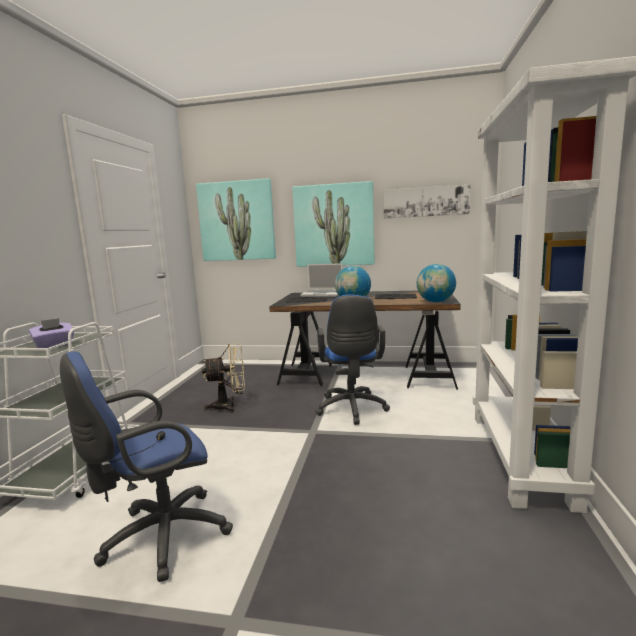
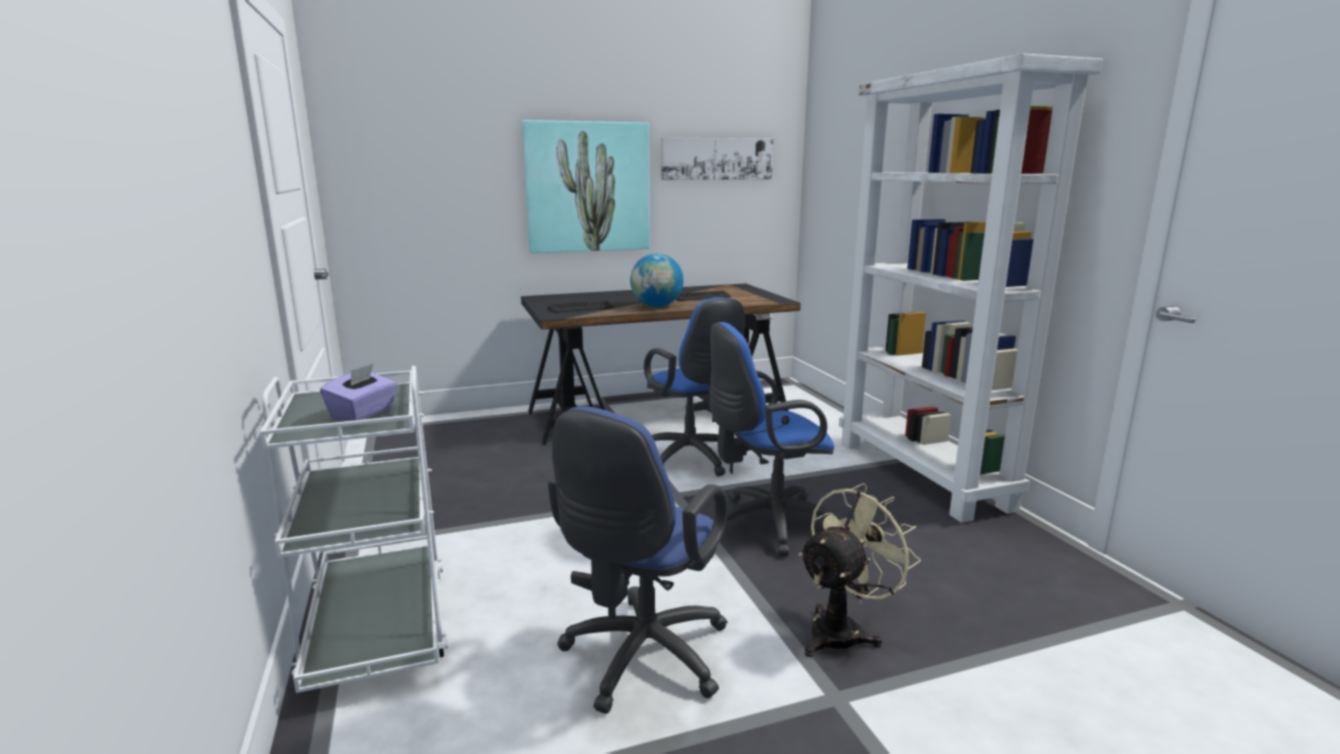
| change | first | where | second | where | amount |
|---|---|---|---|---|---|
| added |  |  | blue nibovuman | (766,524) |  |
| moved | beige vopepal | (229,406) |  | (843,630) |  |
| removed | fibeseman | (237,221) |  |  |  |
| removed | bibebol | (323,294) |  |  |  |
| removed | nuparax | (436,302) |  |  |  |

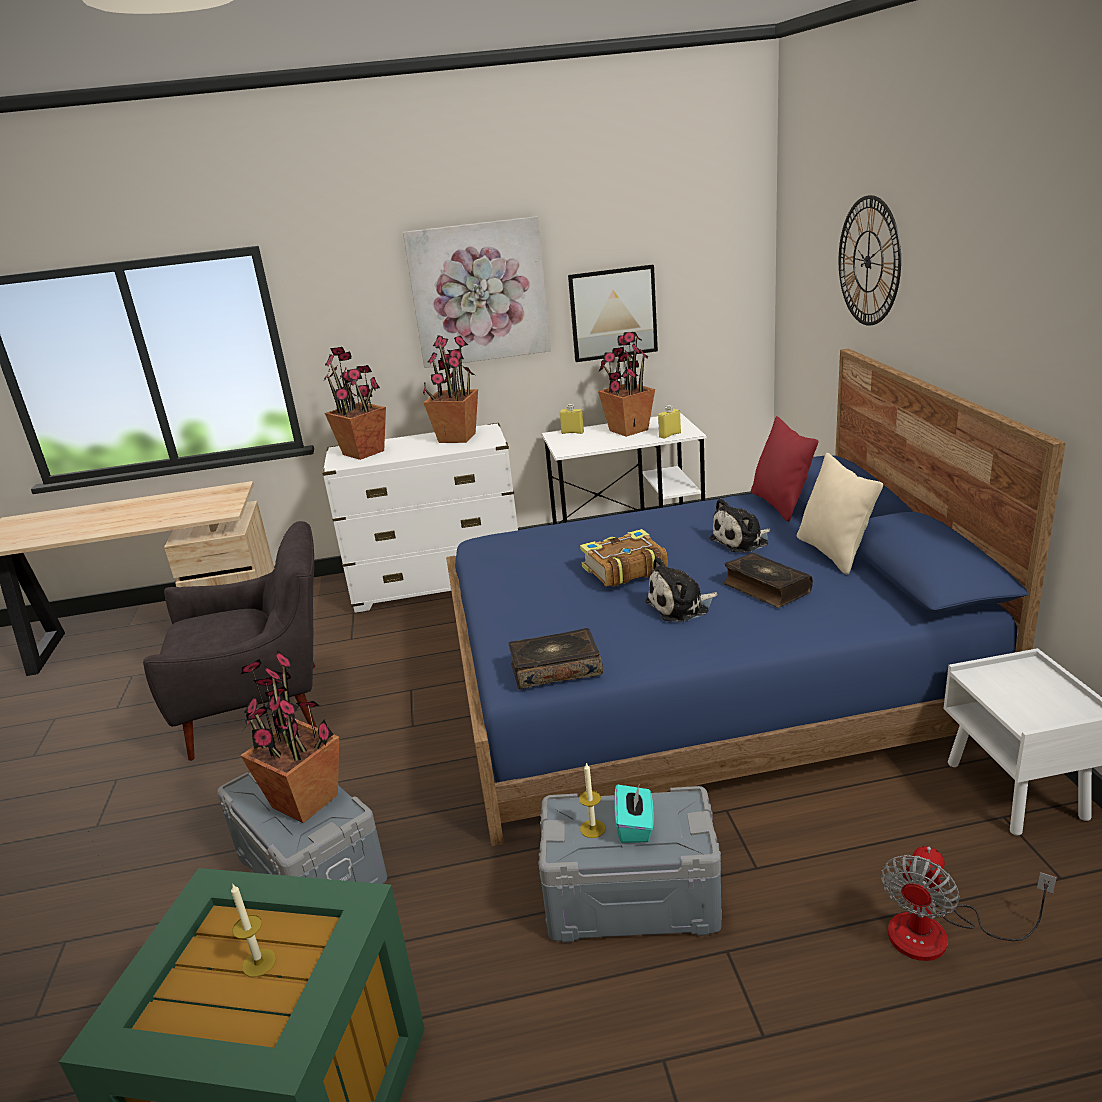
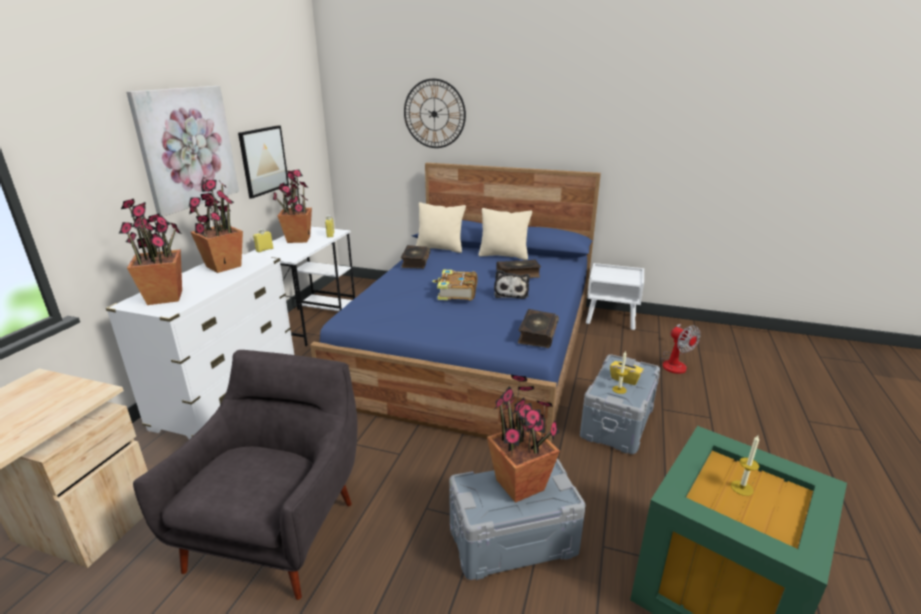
| change | first | where | second | where | amount |
|---|---|---|---|---|---|
| added |  |  | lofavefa | (415,262) |  |
| recoloured | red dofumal | (780,504) | beige dofumal | (440,248) |  |
| recoloured | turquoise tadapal | (635,827) | yellow tadapal | (625,379) |  |
| removed | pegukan | (742,541) |  |  |  |

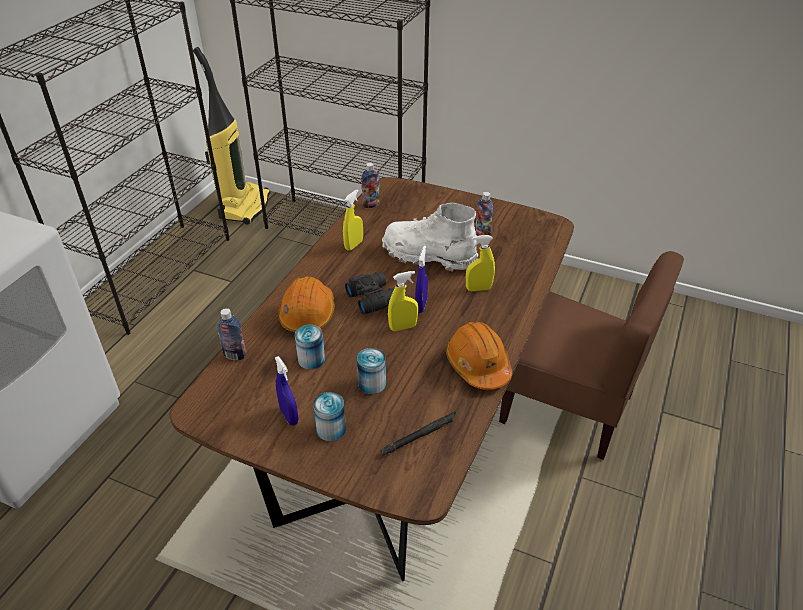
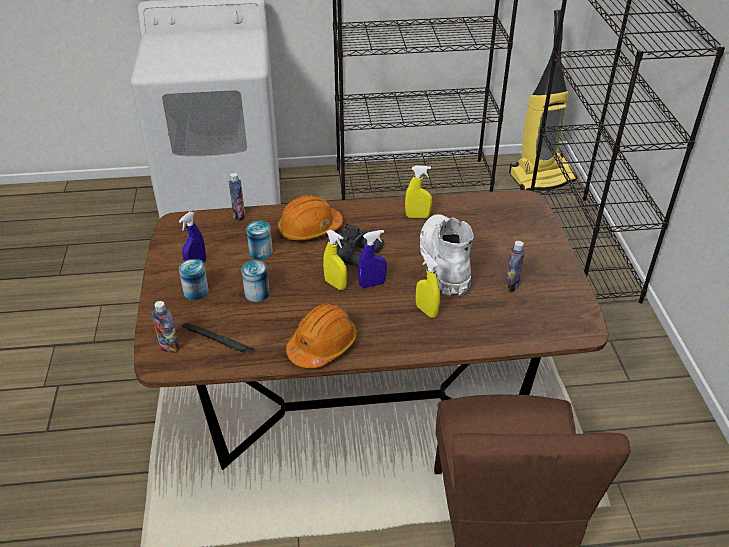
| change | first | where | second | where | amount |
|---|---|---|---|---|---|
| moved | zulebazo | (371,205) |  | (169,347) |  |

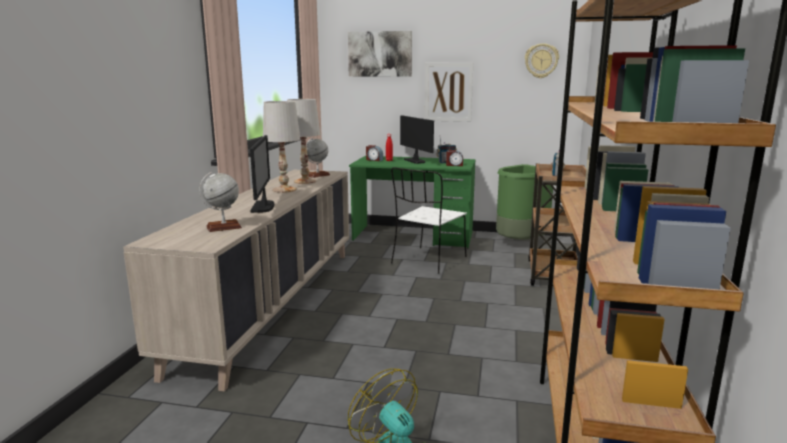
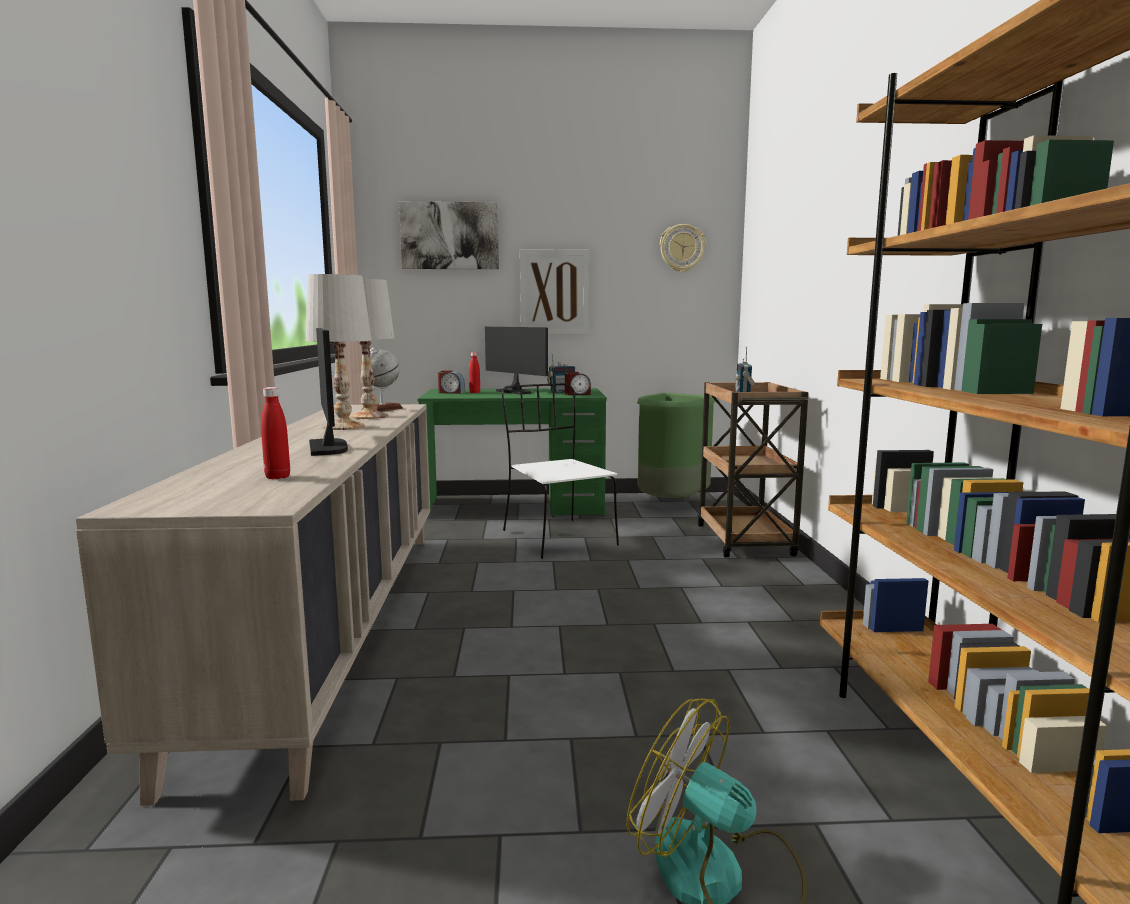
| change | first | where | second | where | amount |
|---|---|---|---|---|---|
| replaced | nuparax | (223,227) | red zulebazo | (277,477) |  |
| turned | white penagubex | (428,261) |  | (557,537) | 135 degrees clockwise |

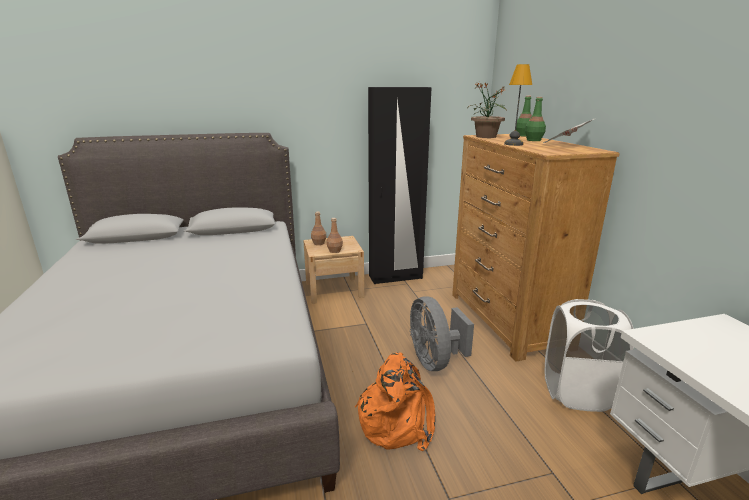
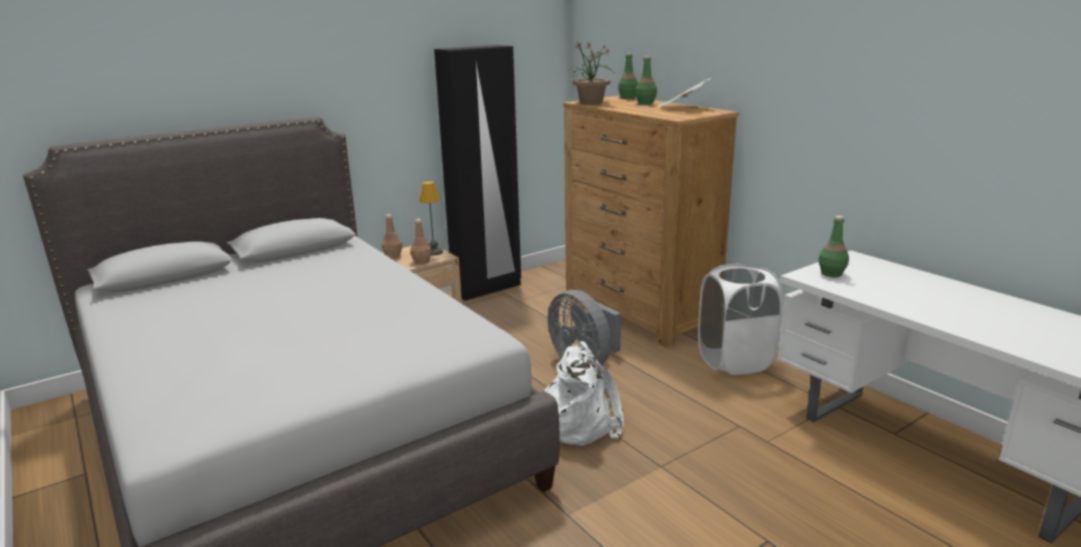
| change | first | where | second | where | amount |
|---|---|---|---|---|---|
| moved | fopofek | (514,144) |  | (434,252) |  |
| recoloured | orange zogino | (397,421) | white zogino | (578,422) |  |
| added |  |  | green zulebazo | (831,273) |  |

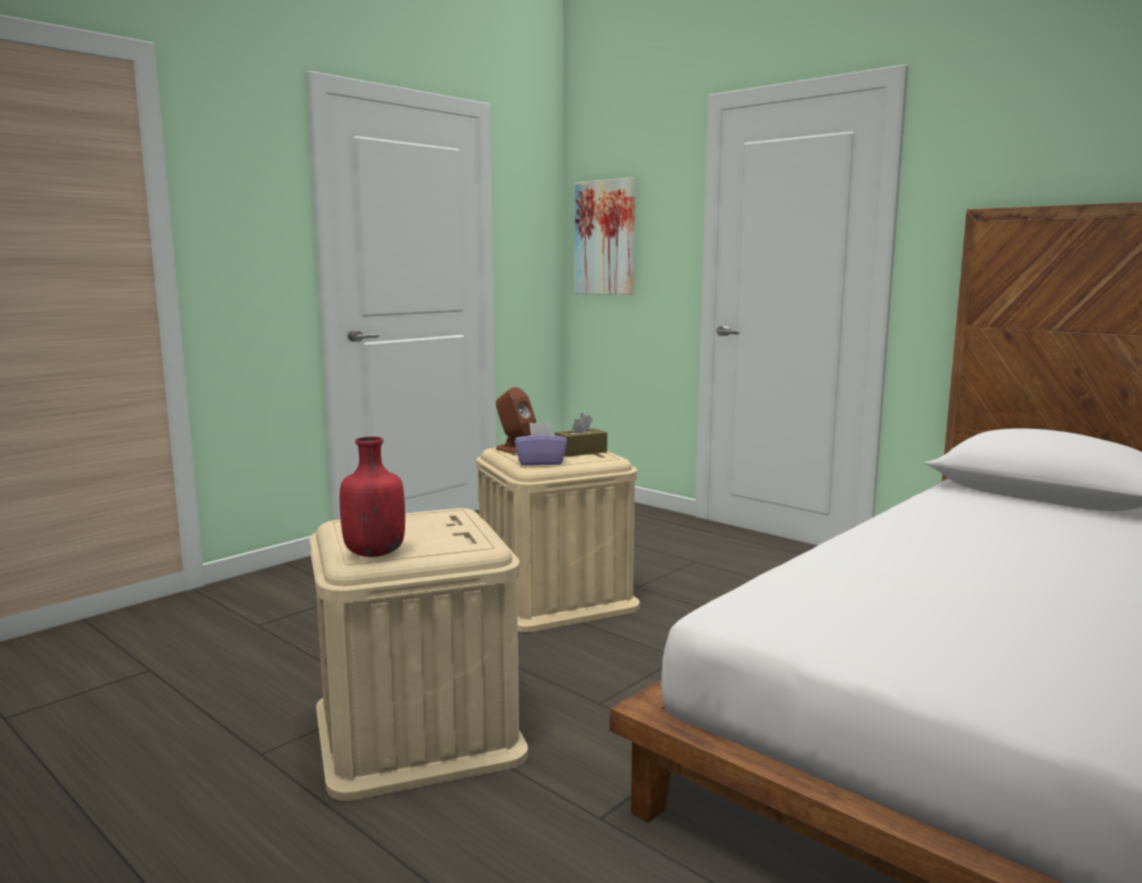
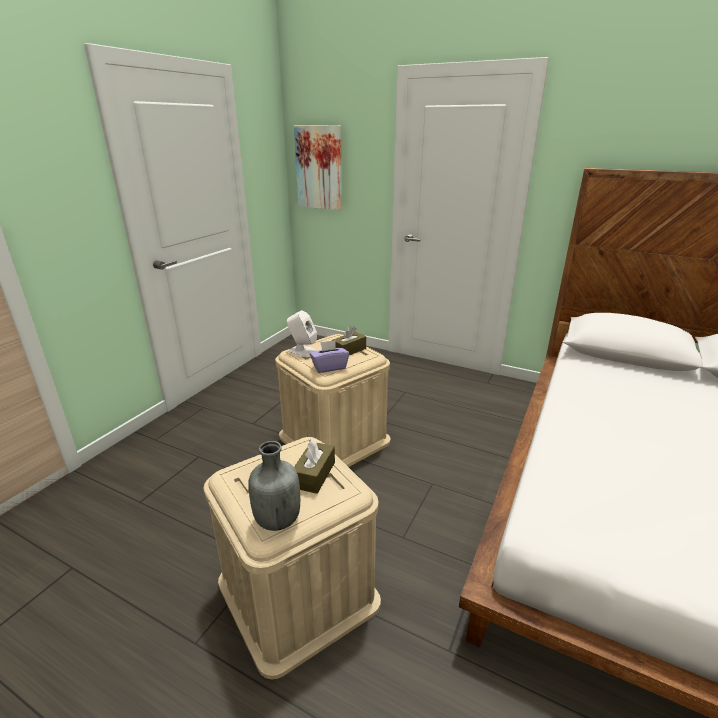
| change | first | where | second | where | amount |
|---|---|---|---|---|---|
| recoloured | red zulebazo | (374,553) | grey zulebazo | (277,519) |  |
| recoloured | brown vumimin | (514,449) | white vumimin | (302,351) |  |
| added |  |  | brown tadapal | (314,475) |  |

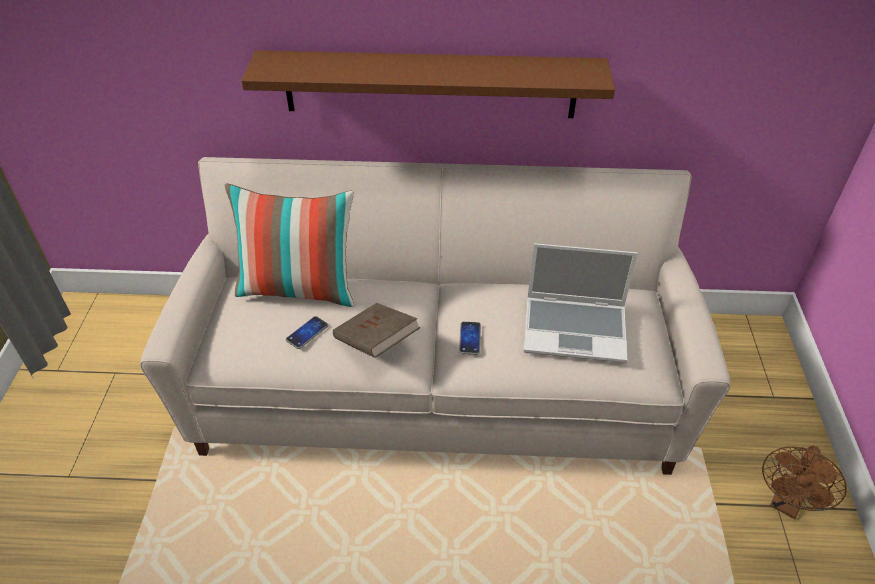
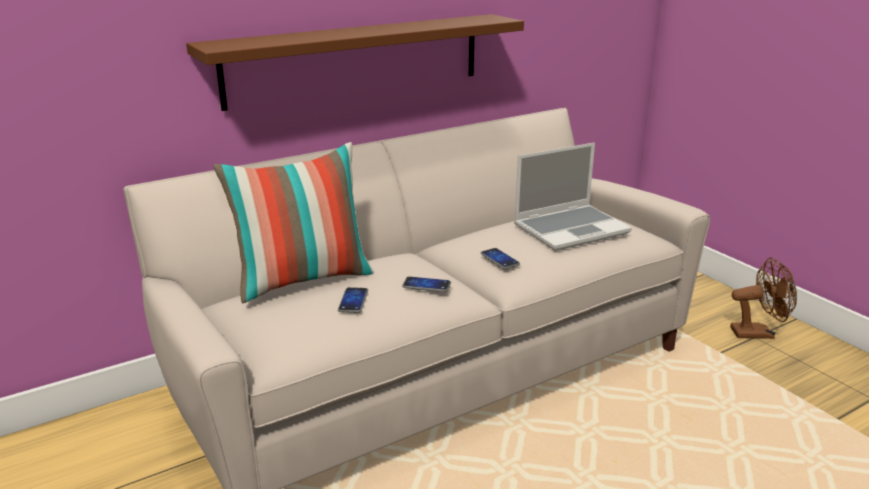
| change | first | where | second | where | amount |
|---|---|---|---|---|---|
| replaced | brown lofavefa | (376,342) | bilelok | (426,285) |  |
| turned | brown vopepal | (786,503) |  | (758,333) | 90 degrees counterclockwise |

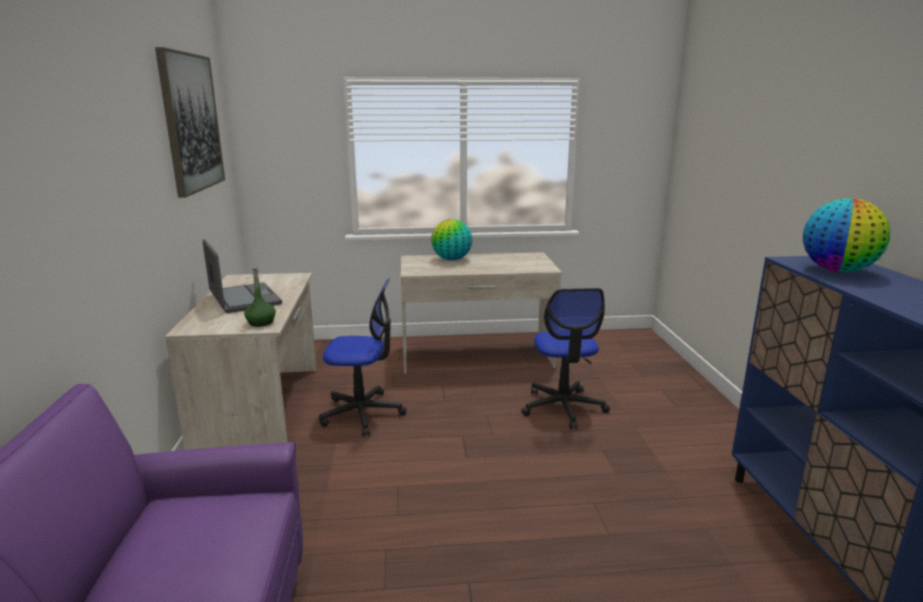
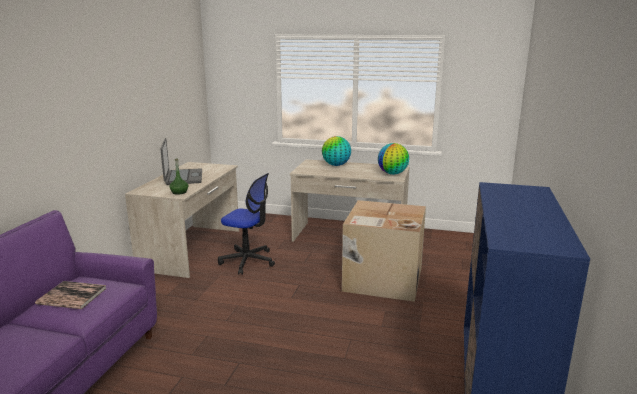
| change | first | where | second | where | amount |
|---|---|---|---|---|---|
| added |  |  | lofavefa | (72,296) |  |
| replaced | nibovuman | (563,407) | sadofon | (381,279) |  |
| moved | nuparax | (837,271) |  | (392,174) |  |
| removed | fibeseman | (191,122) |  |  |  |

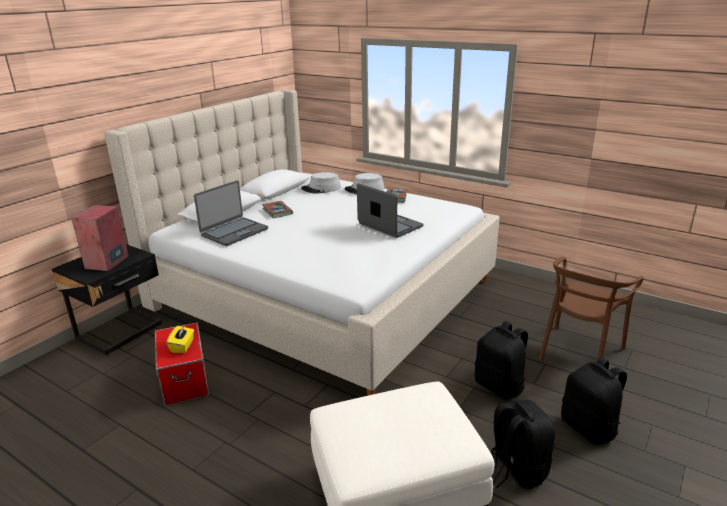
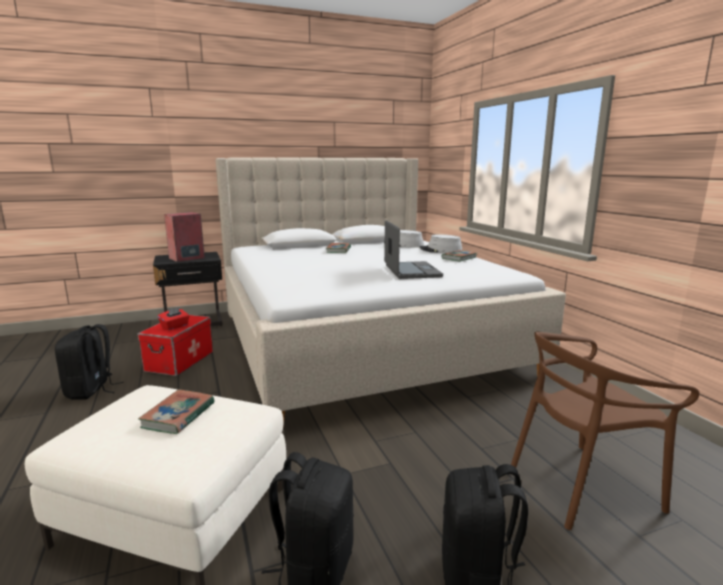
| change | first | where | second | where | amount |
|---|---|---|---|---|---|
| moved | black zogino | (500,386) |  | (91,390) |  |
| added |  |  | lofavefa | (178,415) |  |
| recoloured | yellow tadapal | (182,346) | red tadapal | (175,326) |  |
| removed | bibebol | (234,232) |  |  |  |

